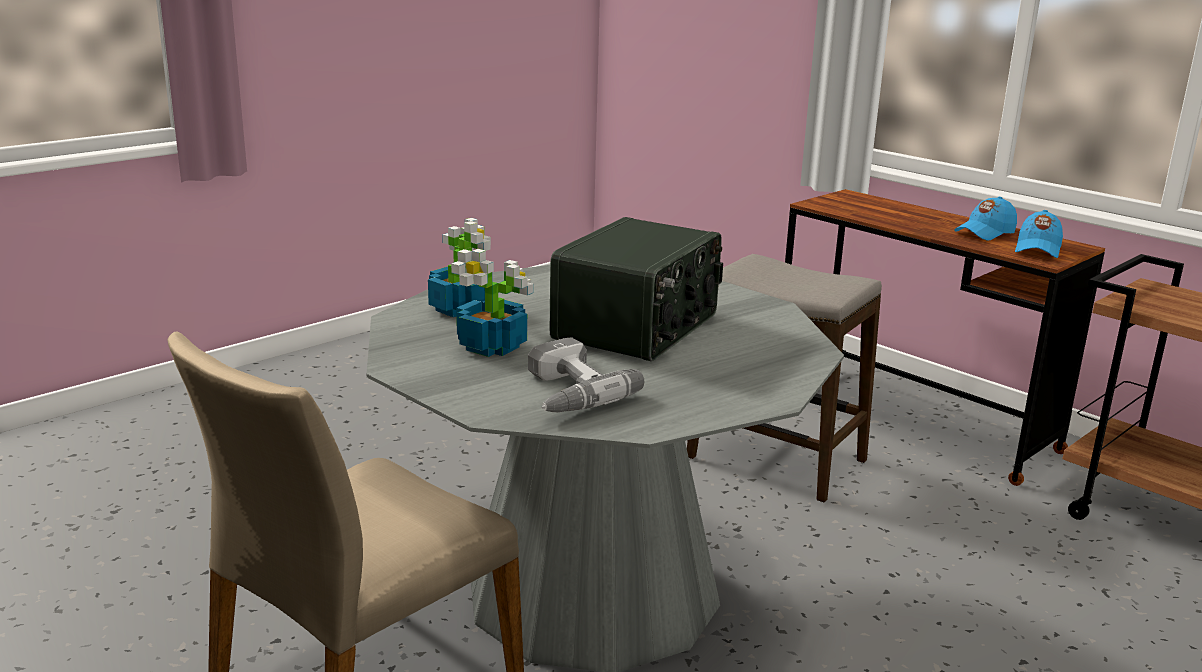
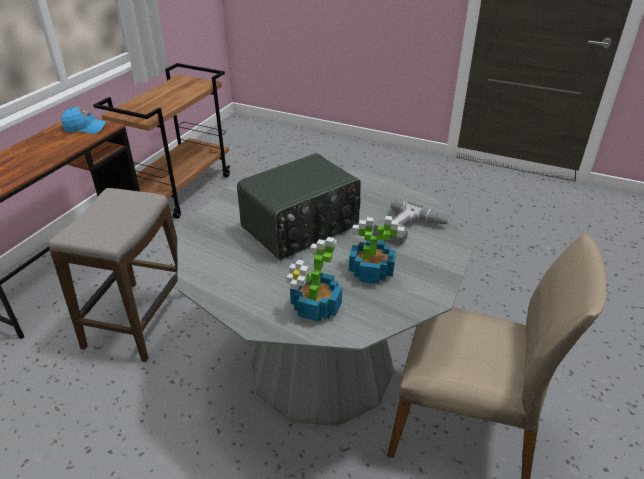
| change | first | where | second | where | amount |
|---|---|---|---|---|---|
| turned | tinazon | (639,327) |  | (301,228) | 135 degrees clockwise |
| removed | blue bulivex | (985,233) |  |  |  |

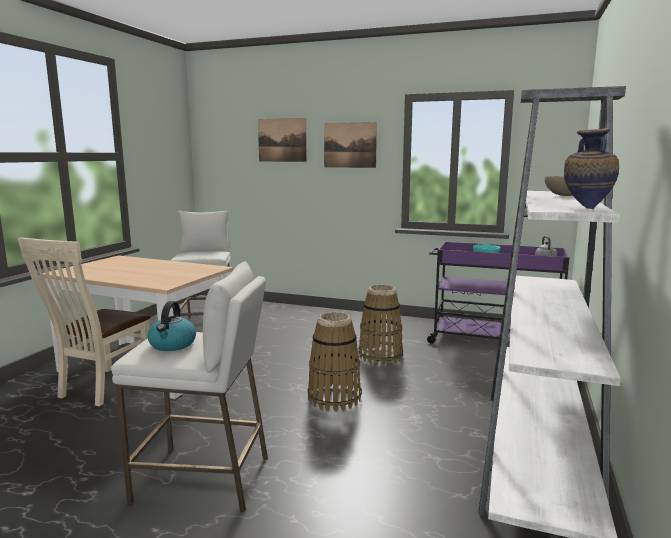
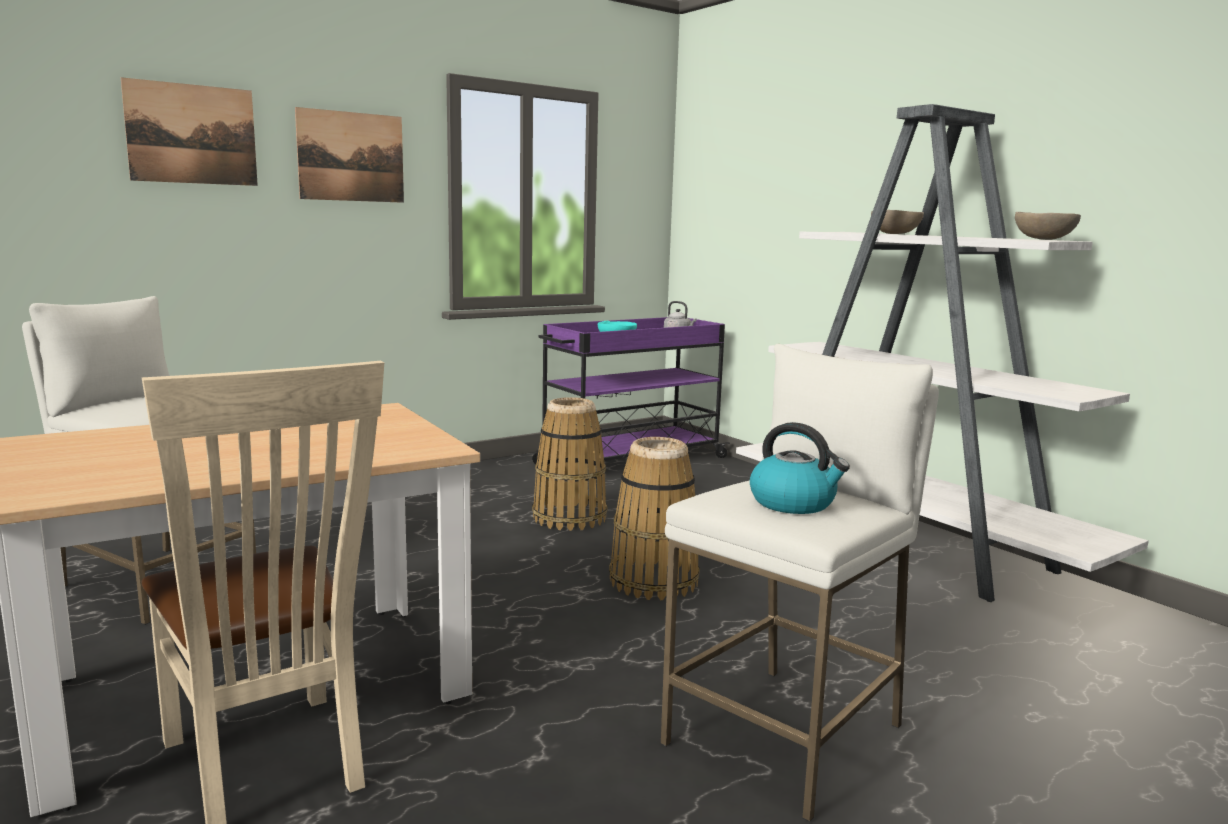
| change | first | where | second | where | amount |
|---|---|---|---|---|---|
| replaced | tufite | (585,209) | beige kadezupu | (1043,239) |  |

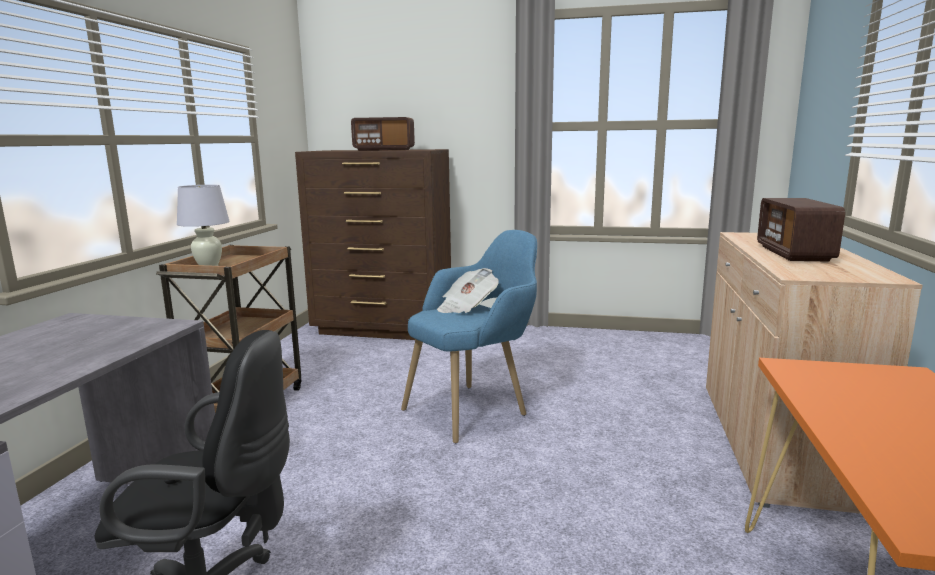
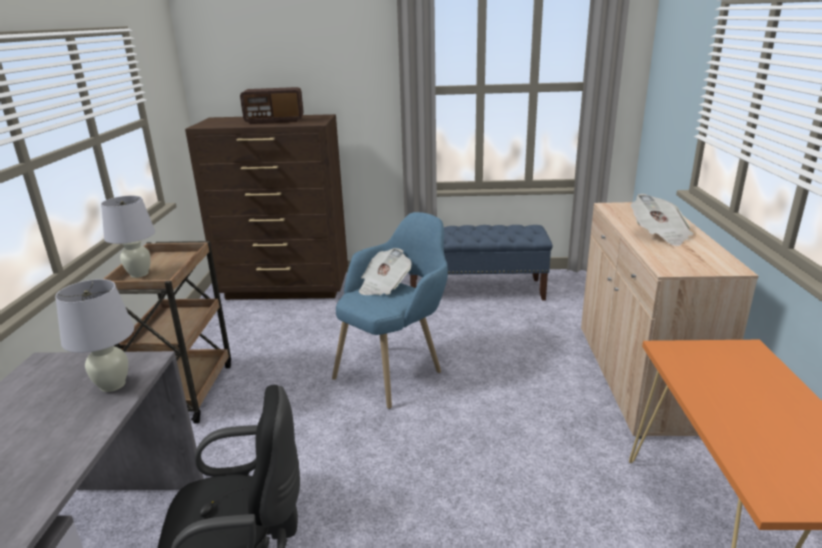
| change | first | where | second | where | amount |
|---|---|---|---|---|---|
| added |  |  | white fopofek | (113,385) |  |
| added |  |  | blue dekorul | (476,290) |  |
| replaced | tinazon | (794,253) | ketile | (659,235) |  |

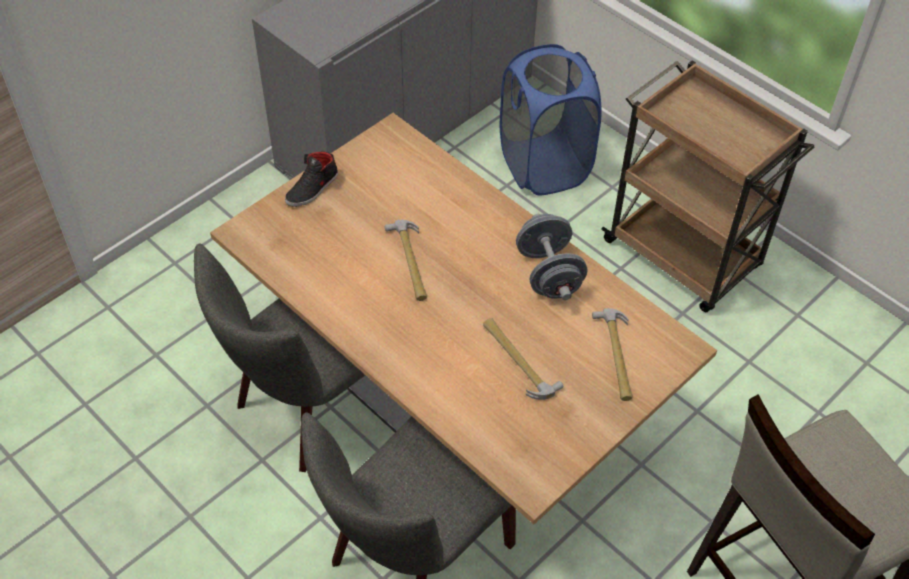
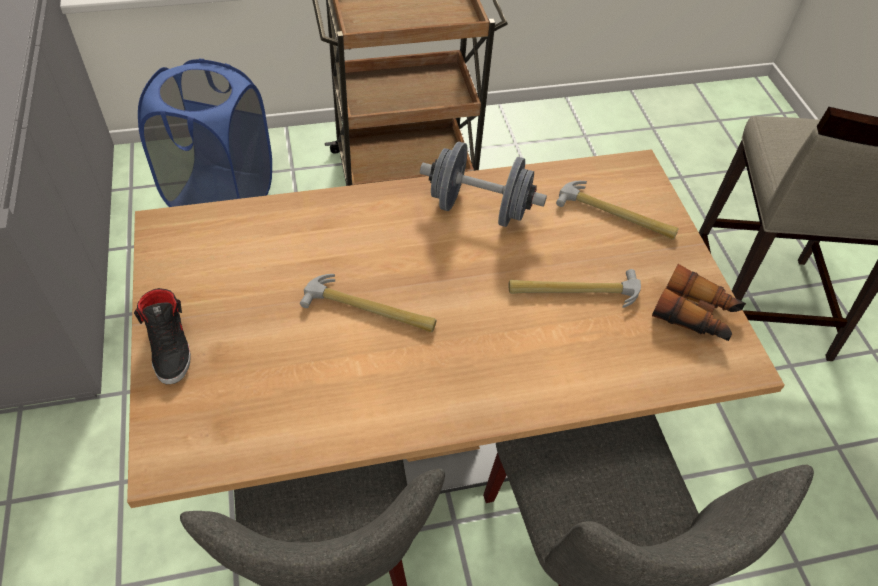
| change | first | where | second | where | amount |
|---|---|---|---|---|---|
| added |  |  | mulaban | (696,314) |  |

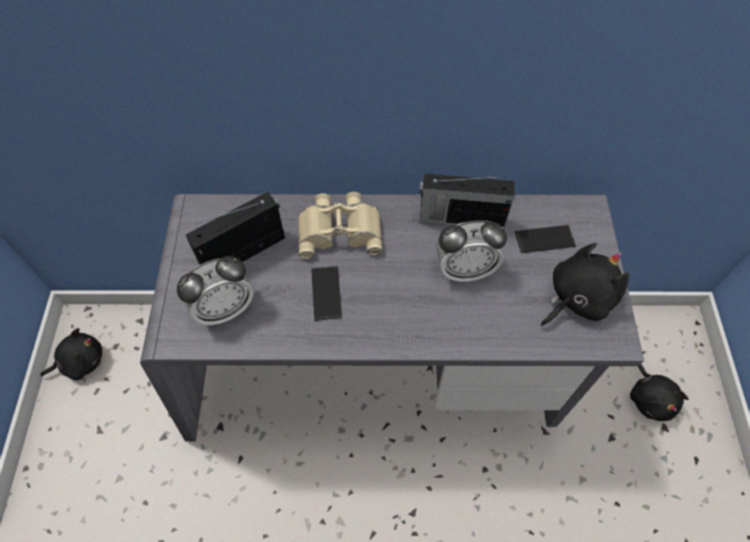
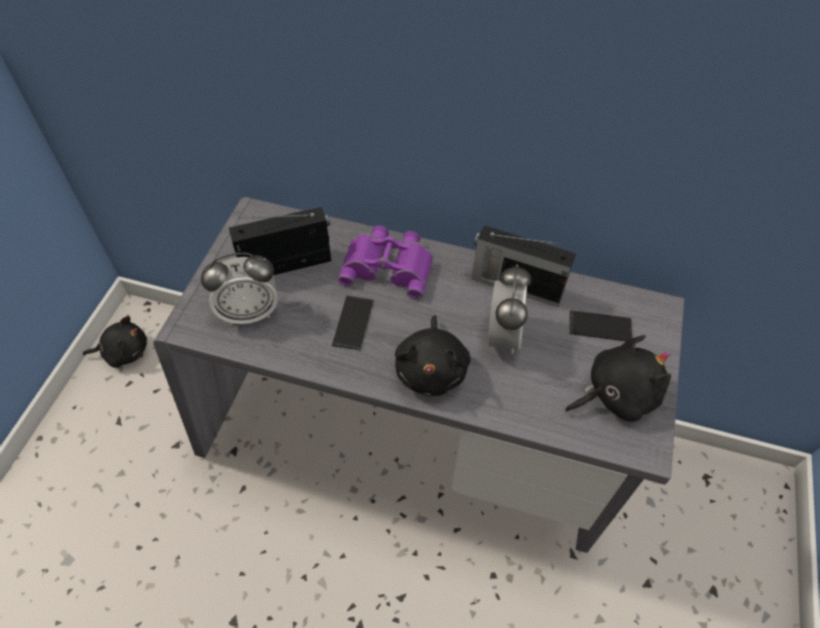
| change | first | where | second | where | amount |
|---|---|---|---|---|---|
| recoloured | beige mulaban | (340,229) | purple mulaban | (389,265) |  |
| moved | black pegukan | (650,399) |  | (431,369) |  |
| turned | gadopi | (464,270) |  | (503,335) | 90 degrees counterclockwise |

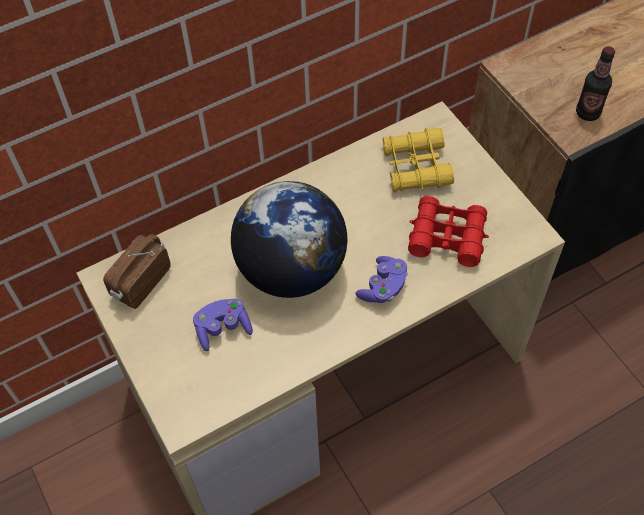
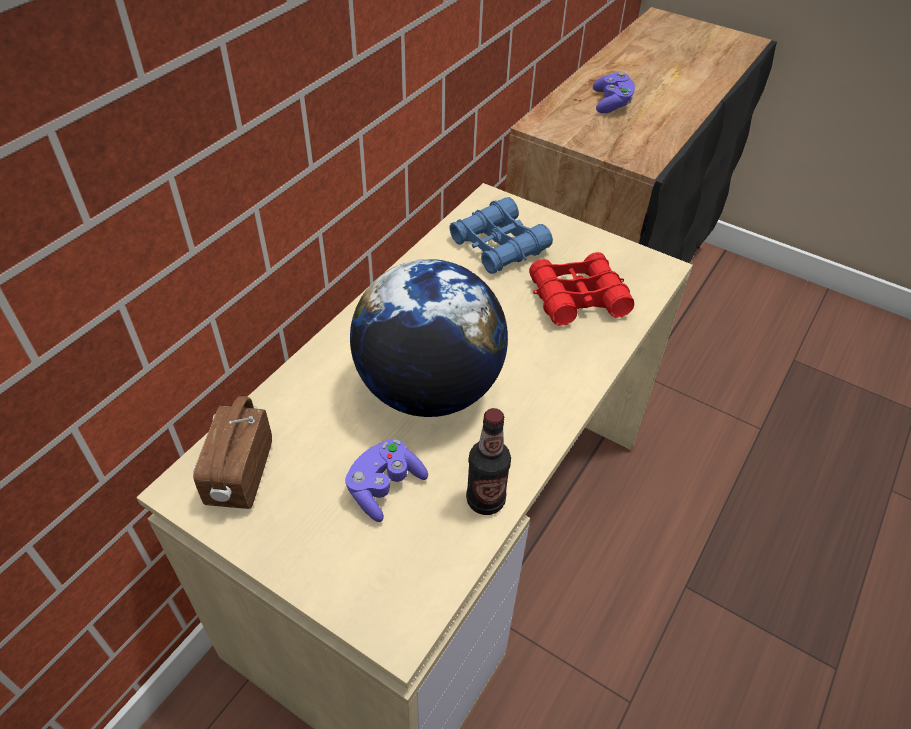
| change | first | where | second | where | amount |
|---|---|---|---|---|---|
| recoloured | yellow mulaban | (416,167) | blue mulaban | (498,245) |  |
| moved | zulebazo | (587,113) |  | (485,500) |  |
| moved | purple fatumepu | (383,287) |  | (611,103) |  |

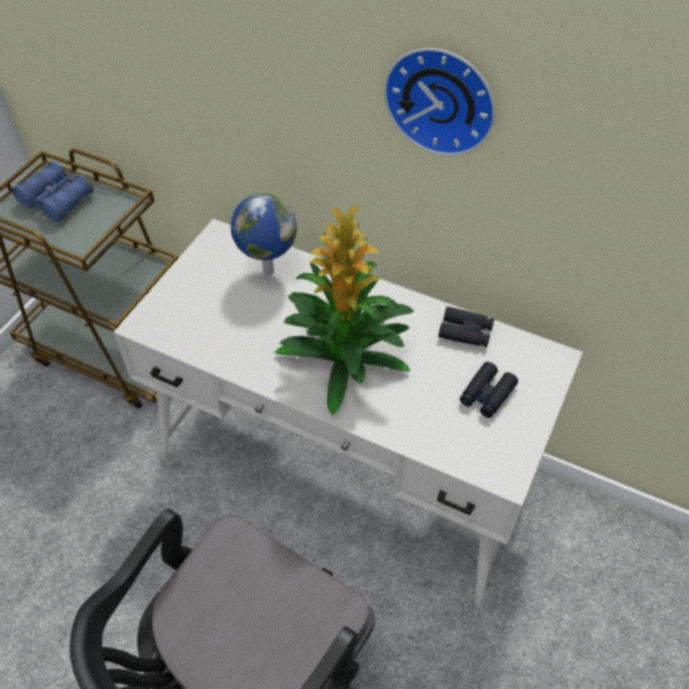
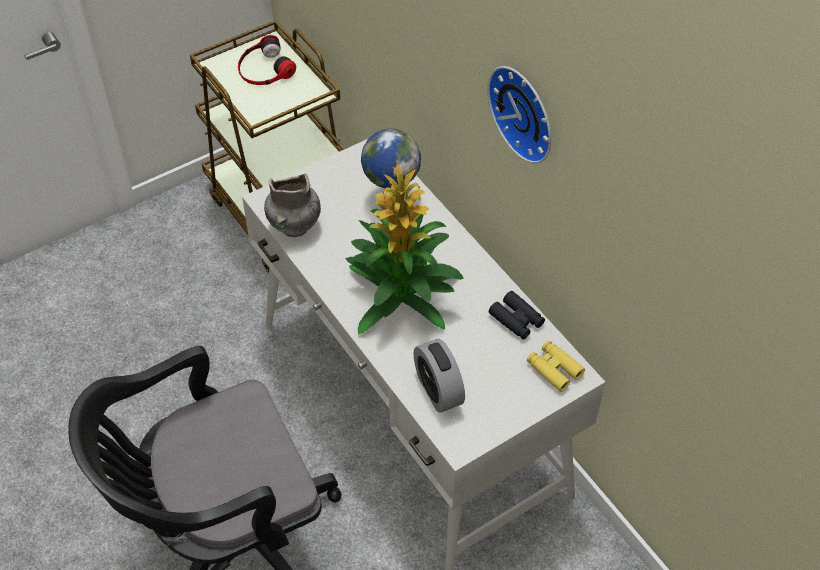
| change | first | where | second | where | amount |
|---|---|---|---|---|---|
| replaced | blue mulaban | (57,201) | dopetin | (264,69) |  |
| added |  |  | grey tufite | (295,226) |  |
| added |  |  | gadopi | (438,390) |  |
| added |  |  | yellow mulaban | (554,369) |  |
| removed | black mulaban | (487,394) |  |  |  |

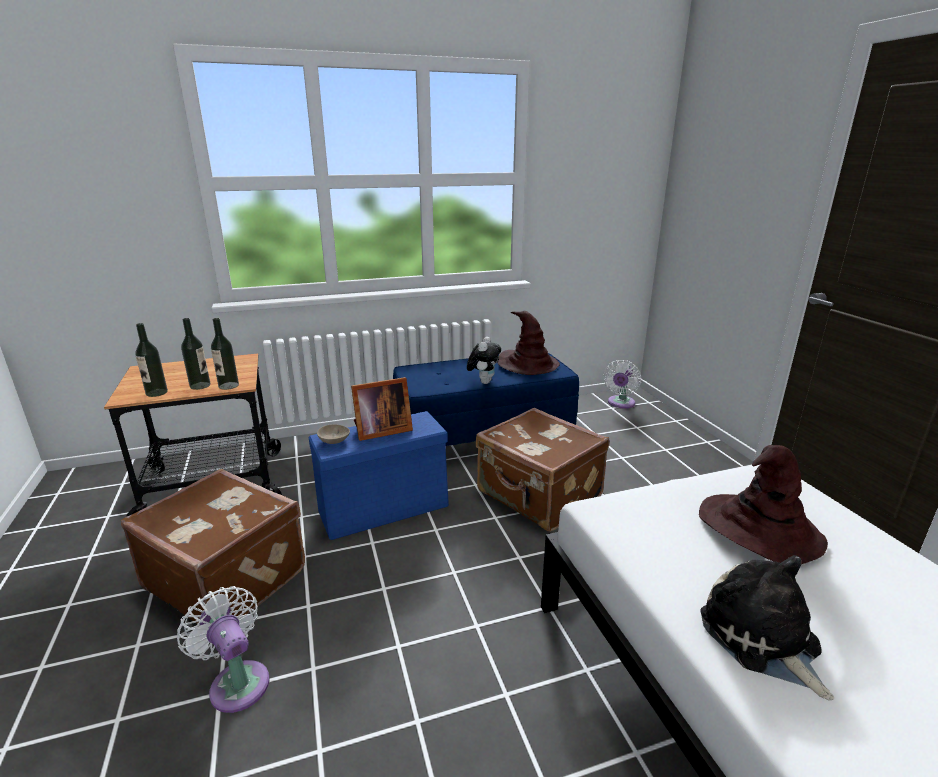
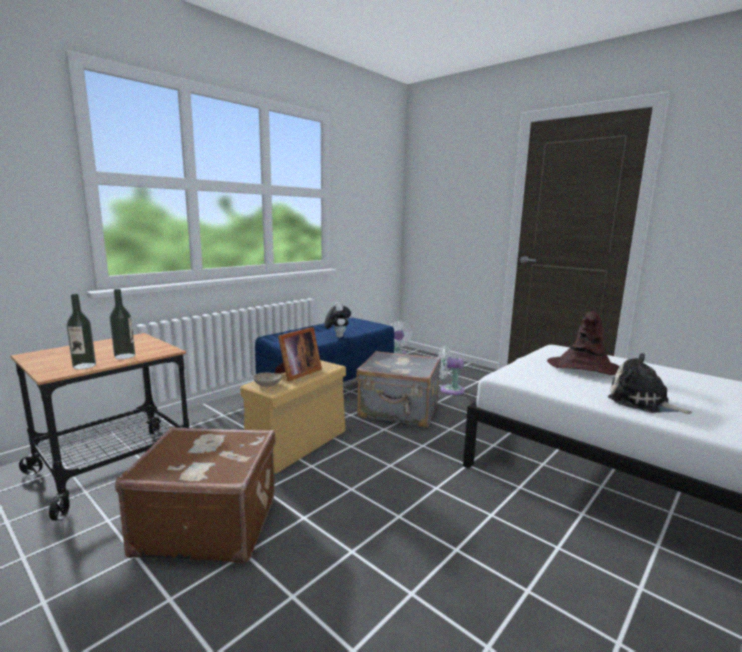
| change | first | where | second | where | amount |
|---|---|---|---|---|---|
| recoloured | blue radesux | (385,508) | beige radesux | (299,443) |  |
| recoloured | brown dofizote | (538,496) | grey dofizote | (399,411) |  |
| moved | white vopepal | (237,681) |  | (449,390) |  |
| removed | zulebazo | (228,385) |  |  |  |
| removed | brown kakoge | (528,365) |  |  |  |

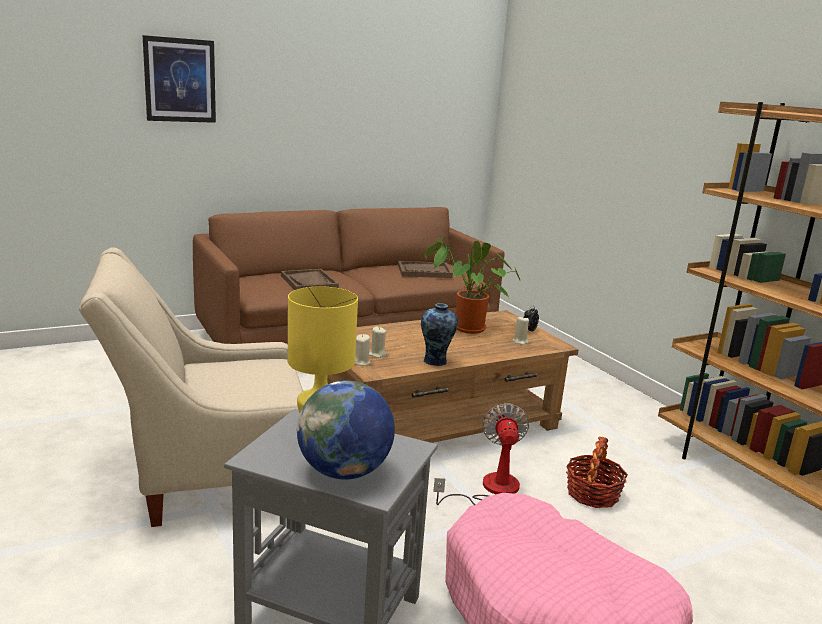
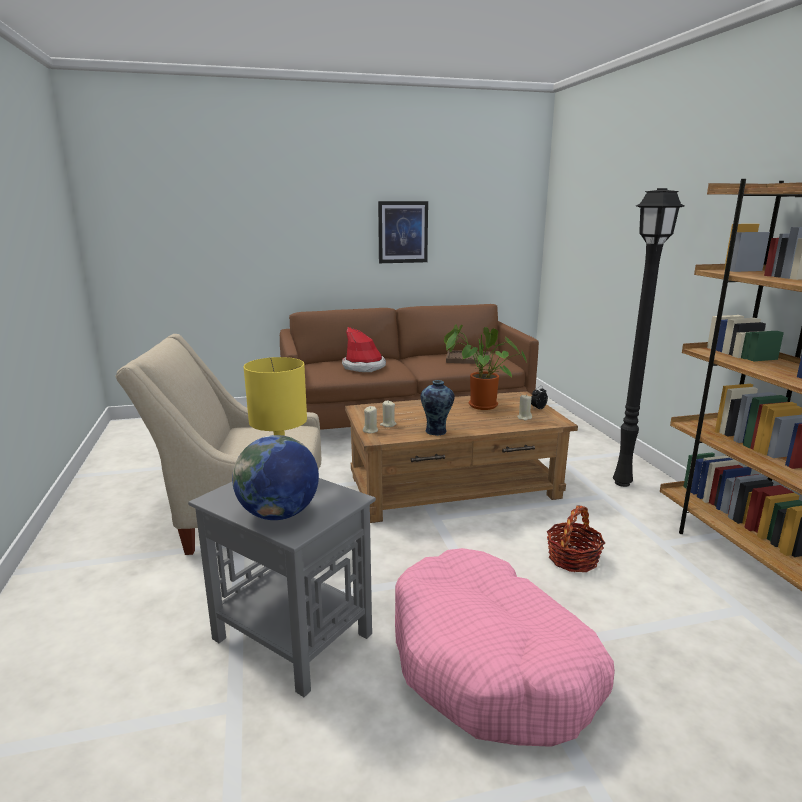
| change | first | where | second | where | amount |
|---|---|---|---|---|---|
| replaced | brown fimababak | (309,282) | kakoge | (364,367) |  |
| moved | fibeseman | (180,80) |  | (403,232) |  |
| added |  |  | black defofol | (622,482) |  |
| removed | vopepal | (490,489) |  |  |  |

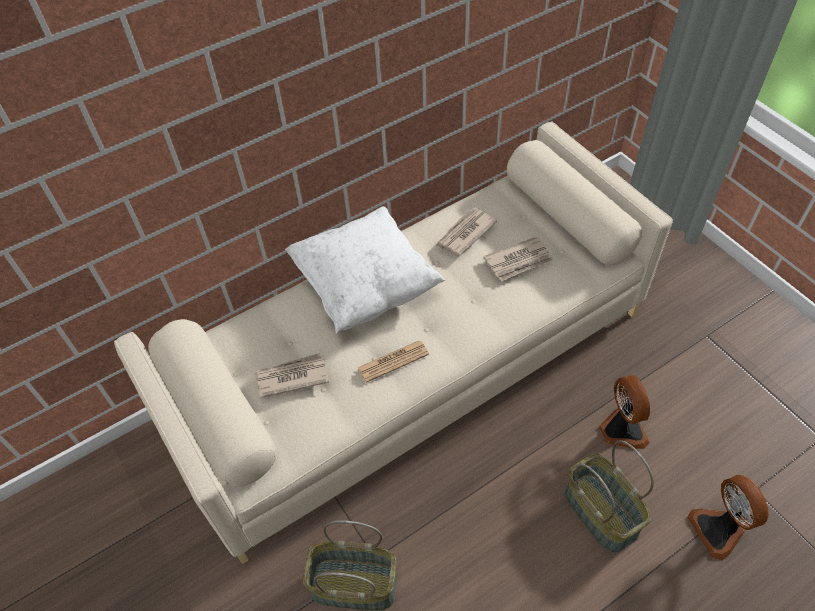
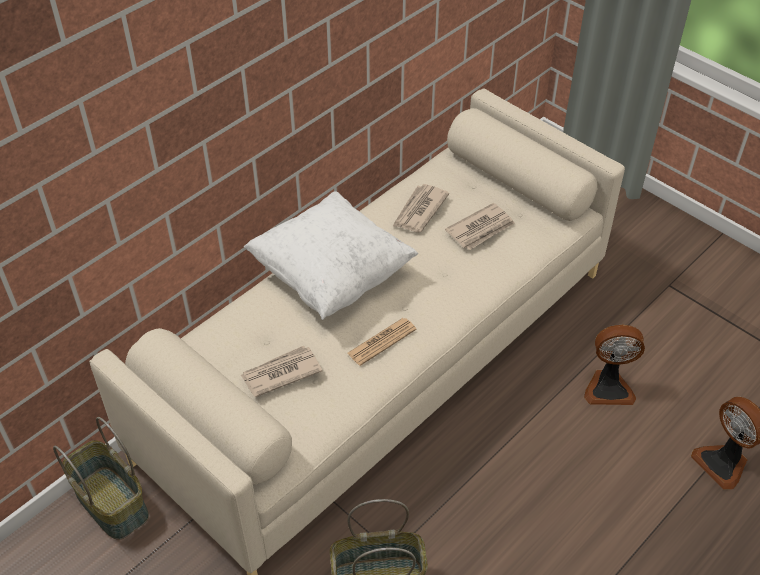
| change | first | where | second | where | amount |
|---|---|---|---|---|---|
| moved | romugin | (602,513) |  | (113,503) |  |
| turned | vopepal | (621,430) |  | (608,387) | 120 degrees clockwise |

